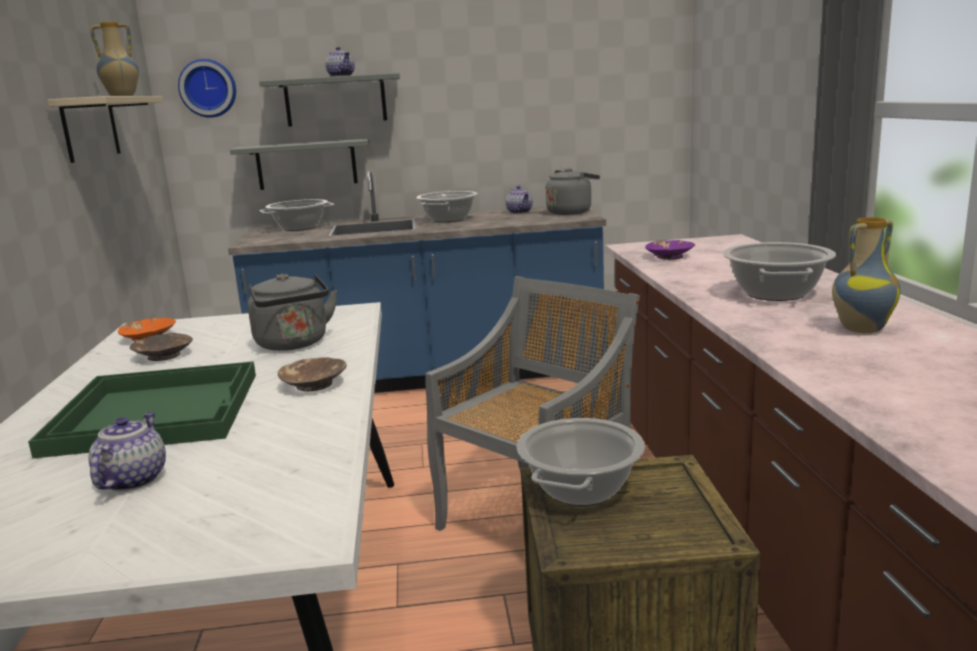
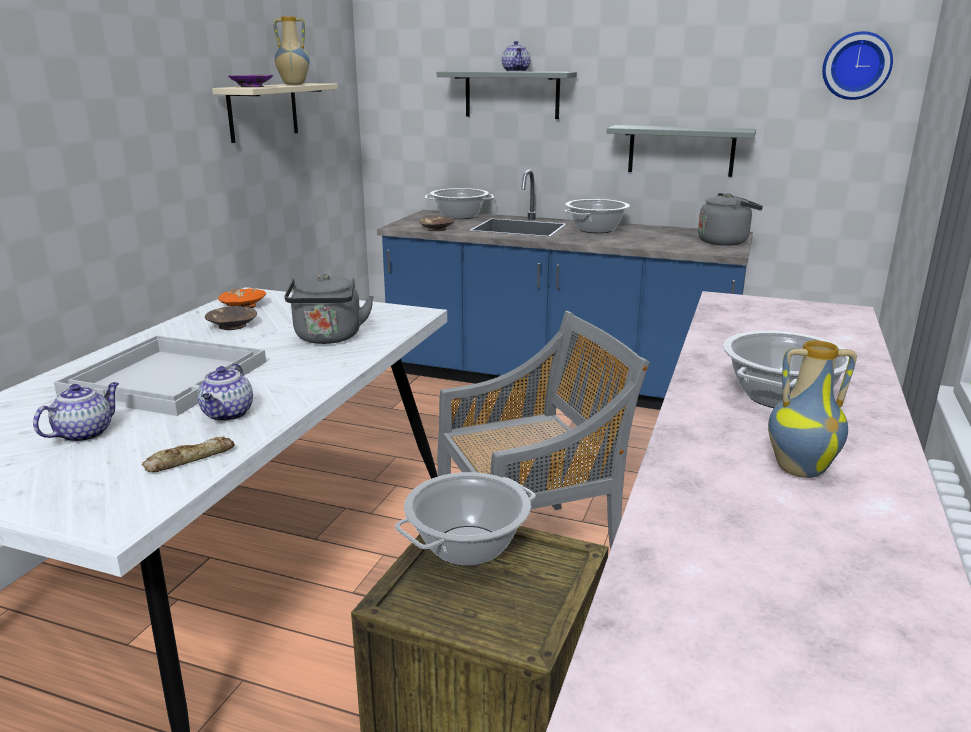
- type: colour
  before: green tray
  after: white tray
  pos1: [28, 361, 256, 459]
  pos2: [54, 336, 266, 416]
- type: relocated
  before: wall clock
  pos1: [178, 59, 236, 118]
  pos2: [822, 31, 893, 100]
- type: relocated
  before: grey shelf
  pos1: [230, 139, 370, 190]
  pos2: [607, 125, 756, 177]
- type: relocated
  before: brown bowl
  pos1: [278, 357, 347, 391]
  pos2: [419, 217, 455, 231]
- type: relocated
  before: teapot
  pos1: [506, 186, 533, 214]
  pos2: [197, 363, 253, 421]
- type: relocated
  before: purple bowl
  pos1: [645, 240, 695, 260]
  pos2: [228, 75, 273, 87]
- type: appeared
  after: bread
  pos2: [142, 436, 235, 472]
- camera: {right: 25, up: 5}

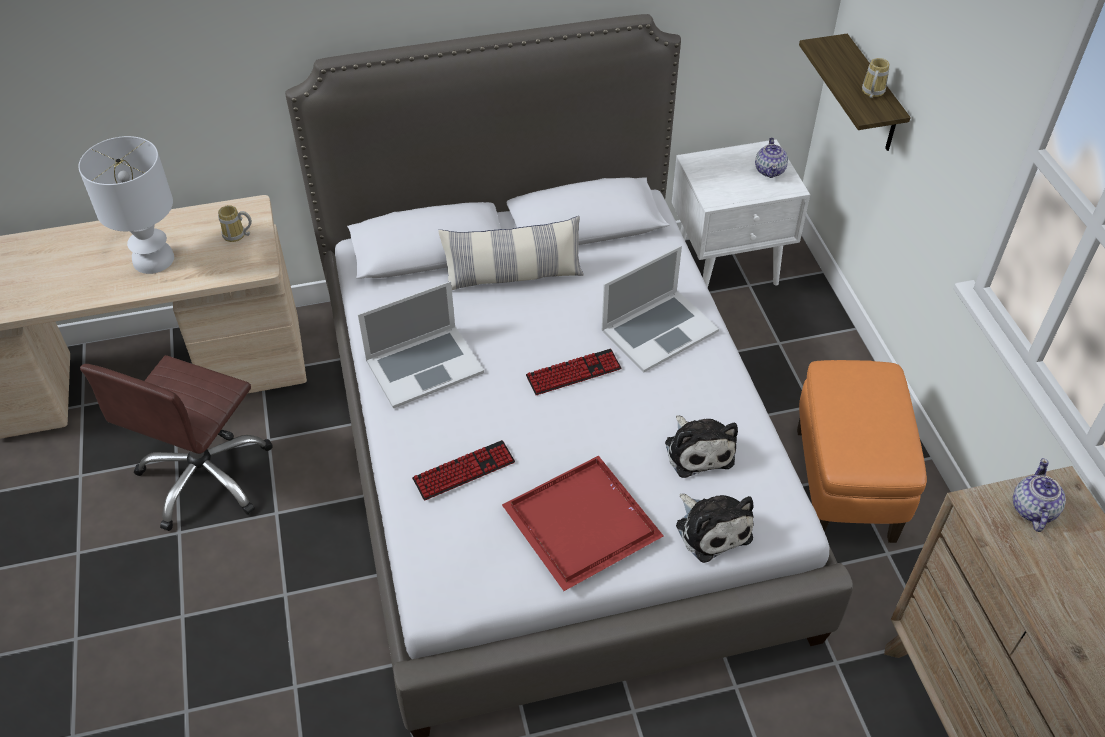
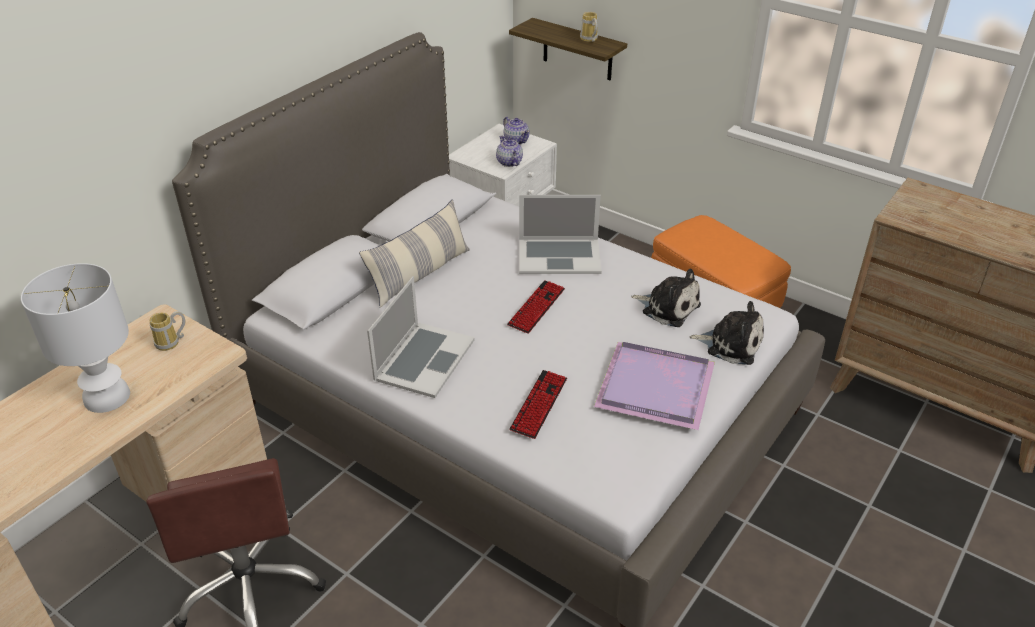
- type: colour
  before: red tray
  after: purple tray
  pos1: [502, 455, 664, 591]
  pos2: [594, 342, 715, 430]
- type: spun
  before: laptop
  pos1: [602, 245, 719, 373]
  pos2: [519, 195, 602, 274]
  turn: 75
- type: relocated
  before: teapot
  pos1: [1013, 458, 1066, 532]
  pos2: [496, 135, 523, 167]
- camera: {right: -40, up: -10}

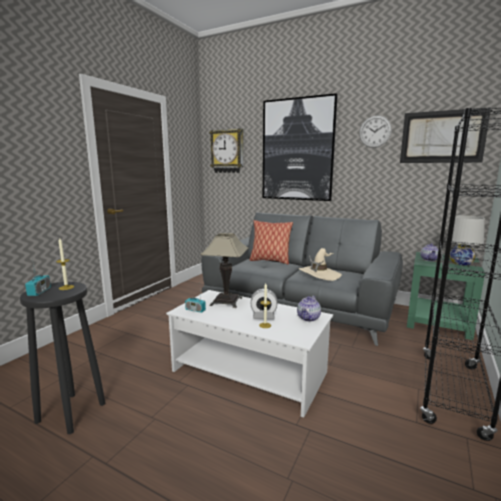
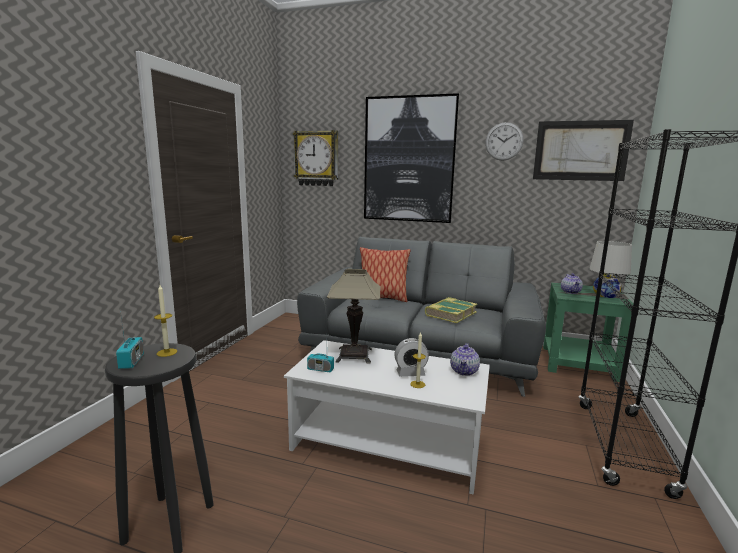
- type: exchanged
  before: beige hat
  after: book
  pos1: [299, 248, 342, 281]
  pos2: [425, 297, 477, 323]
- camera: {right: -10, up: 0}

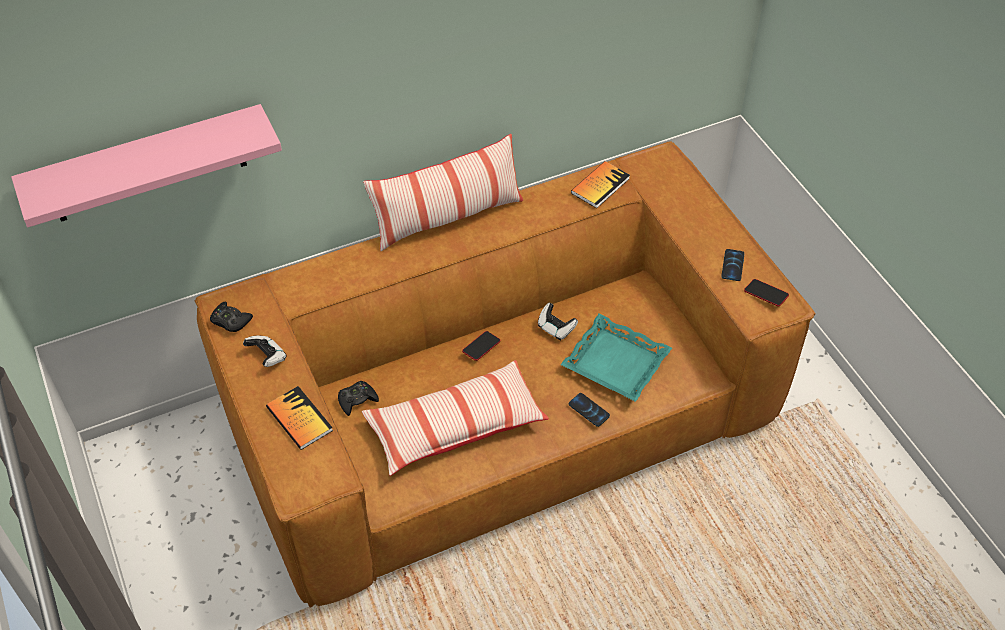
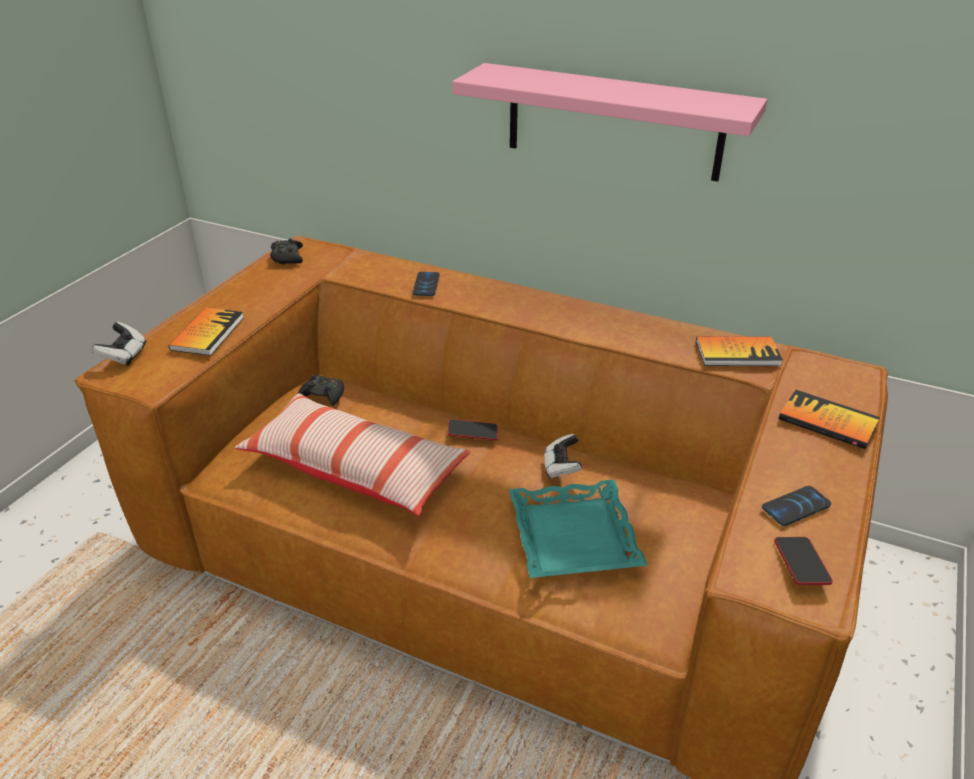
- type: relocated
  before: pink shelf
  pos1: [11, 104, 282, 227]
  pos2: [452, 63, 767, 182]
- type: relocated
  before: game controller
  pos1: [243, 335, 287, 367]
  pos2: [91, 322, 146, 366]
- type: missing
  before: pillow
  pos1: [363, 134, 523, 251]
- type: relocated
  before: phone
  pos1: [569, 393, 610, 427]
  pos2: [413, 272, 440, 296]
- type: appeared
  after: book
  pos2: [779, 390, 880, 449]
- camera: {right: 50, up: -15}

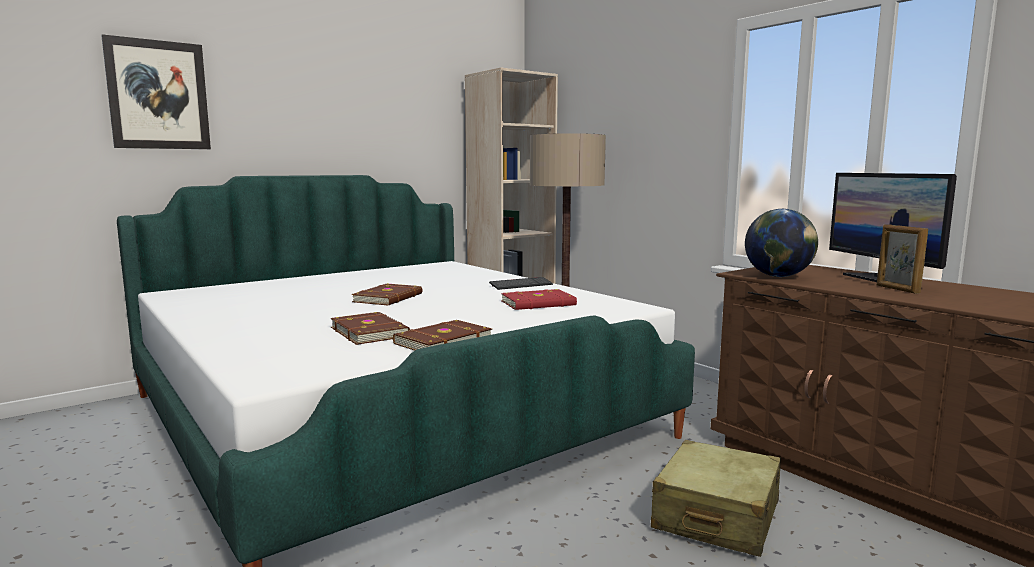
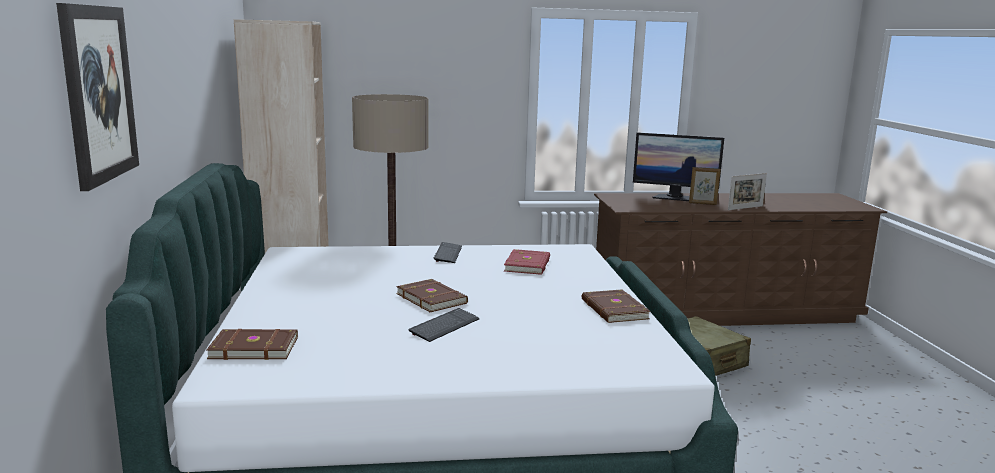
- type: relocated
  before: brown book
  pos1: [330, 312, 410, 345]
  pos2: [206, 329, 298, 360]
- type: missing
  before: globe
  pos1: [745, 209, 818, 277]
- type: appeared
  after: keyboard
  pos2: [409, 308, 480, 342]
- type: appeared
  after: picture frame
  pos2: [728, 173, 767, 210]
- camera: {right: -60, up: 5}

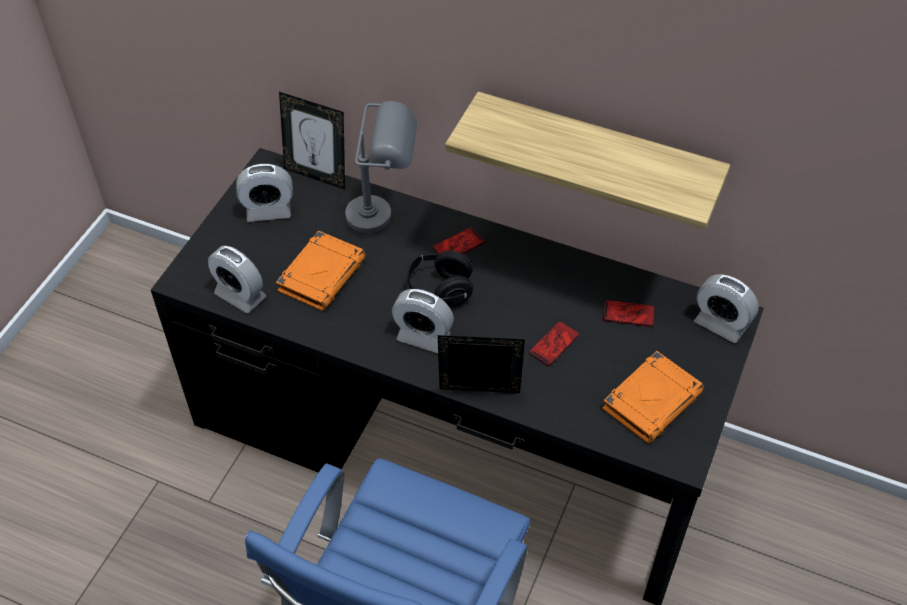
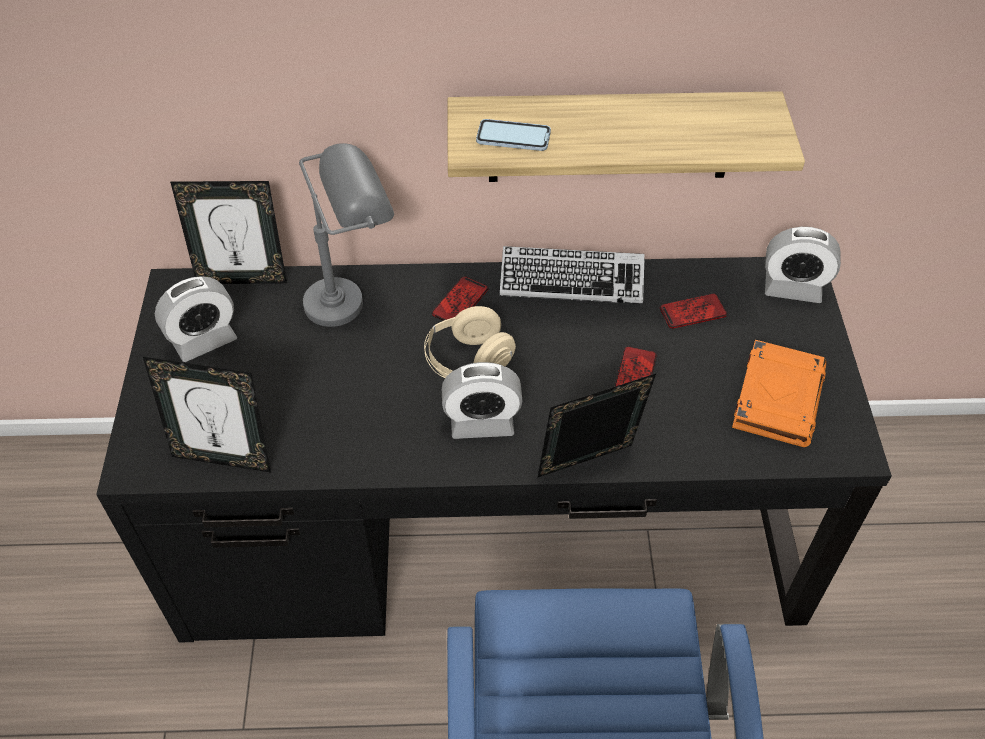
- type: exchanged
  before: alarm clock
  after: picture frame
  pos1: [208, 246, 266, 313]
  pos2: [143, 357, 271, 473]
- type: missing
  before: orange book
  pos1: [276, 231, 366, 311]
- type: colour
  before: black headphones
  after: beige headphones
  pos1: [405, 251, 473, 307]
  pos2: [424, 306, 516, 378]
- type: appeared
  after: phone
  pos2: [476, 119, 551, 151]
- type: appeared
  after: keyboard
  pos2: [500, 246, 645, 304]
- camera: {right: -25, up: 0}

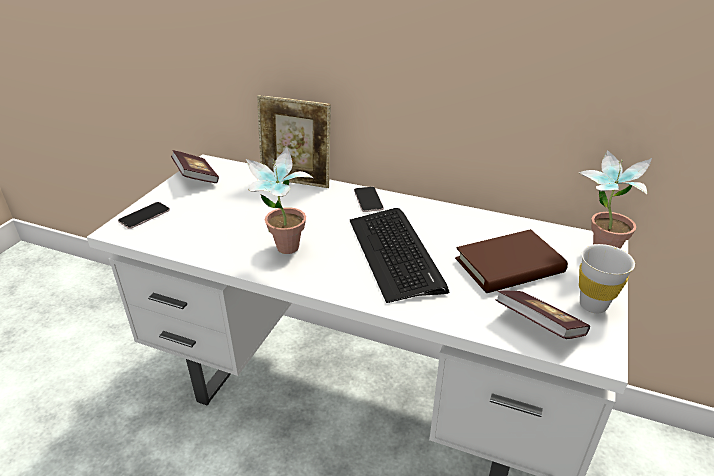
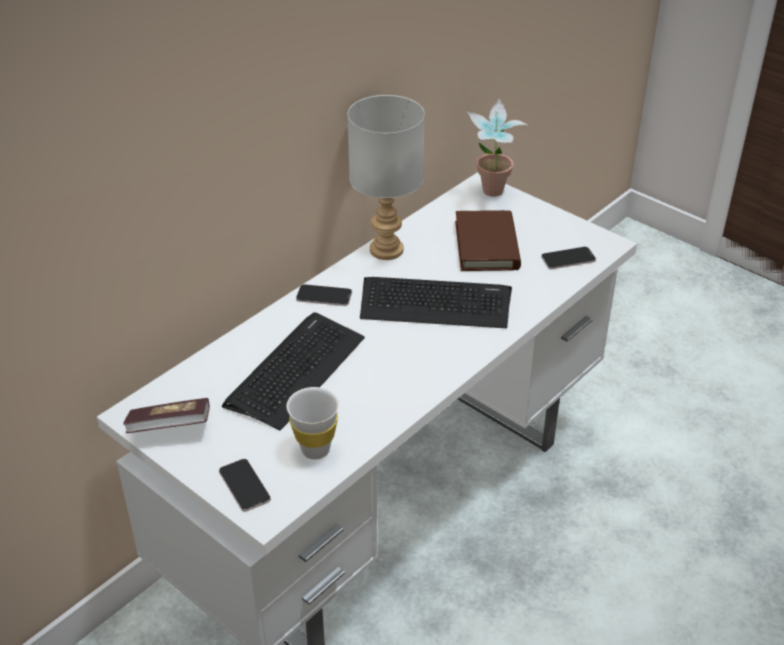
- type: missing
  before: potted plant
  pos1: [246, 147, 313, 254]
- type: missing
  before: picture frame
  pos1: [257, 95, 331, 188]
- type: exchanged
  before: book
  after: phone
  pos1: [495, 290, 590, 339]
  pos2: [541, 247, 596, 269]
- type: relocated
  before: white cup
  pos1: [579, 244, 635, 313]
  pos2: [287, 387, 339, 459]
- type: appeared
  after: keyboard
  pos2: [222, 312, 365, 431]
- type: appeared
  after: grey table lamp
  pos2: [348, 95, 425, 260]
- camera: {right: -70, up: 5}

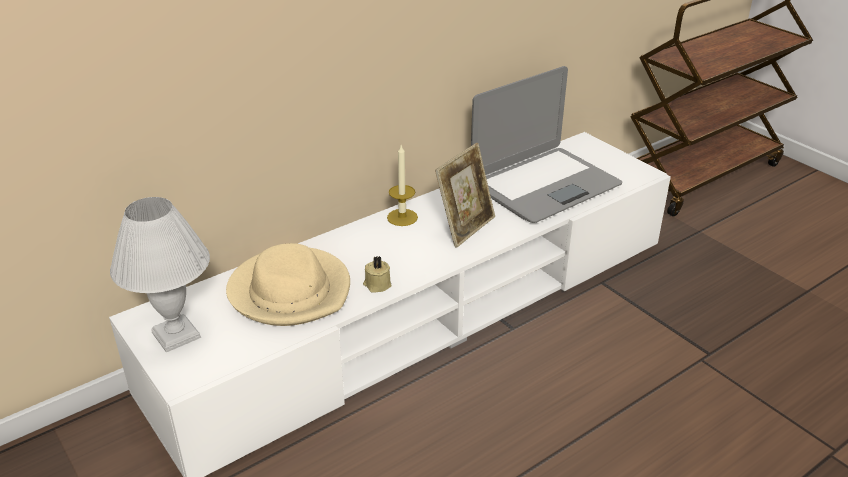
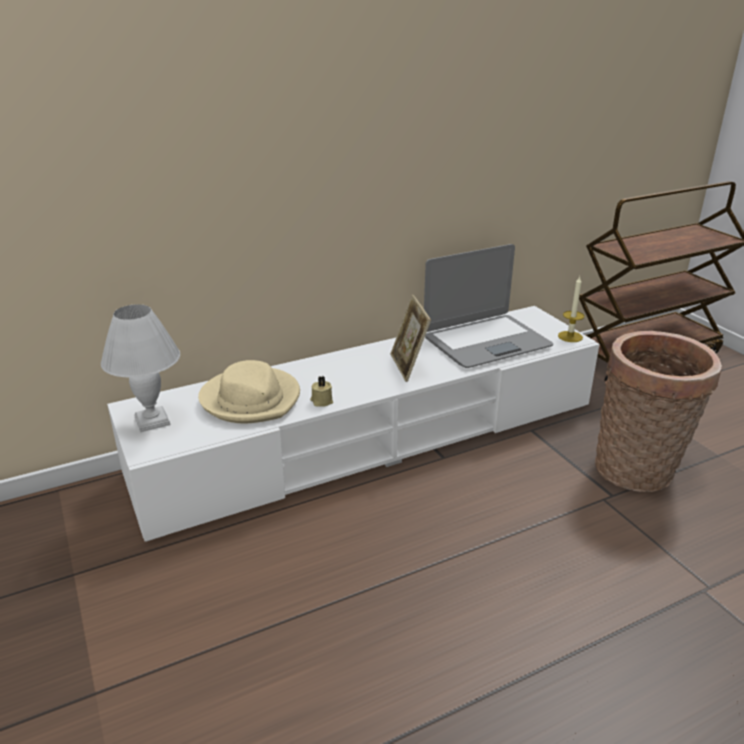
- type: relocated
  before: candle
  pos1: [387, 145, 418, 226]
  pos2: [558, 277, 584, 342]
- type: spun
  before: picture frame
  pos1: [435, 143, 495, 248]
  pos2: [390, 295, 431, 382]
  turn: 120
- type: appeared
  after: basket
  pos2: [595, 331, 722, 492]
- camera: {right: 10, up: -5}

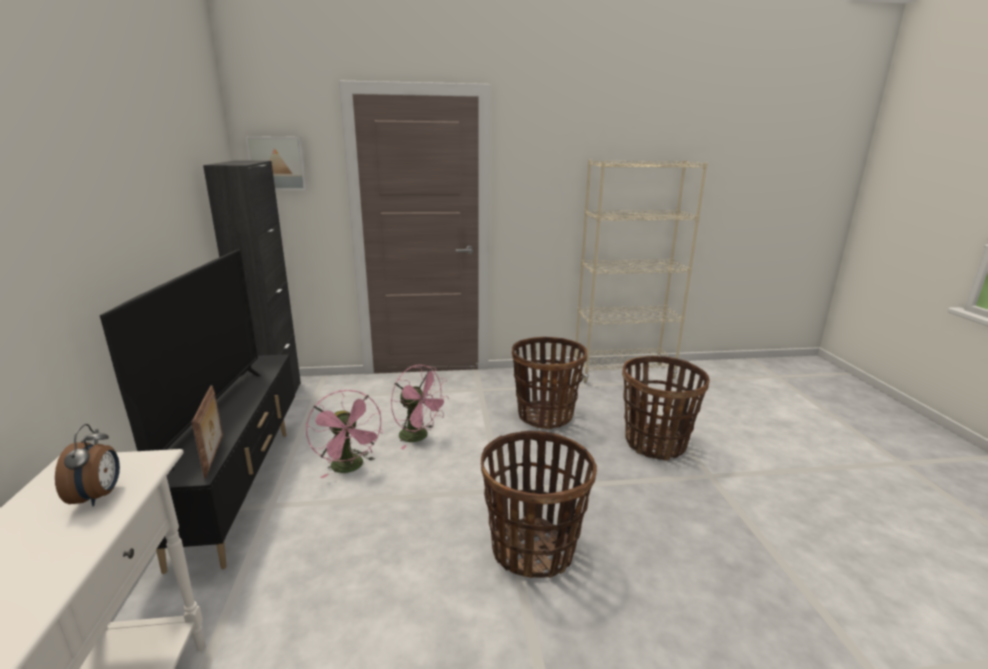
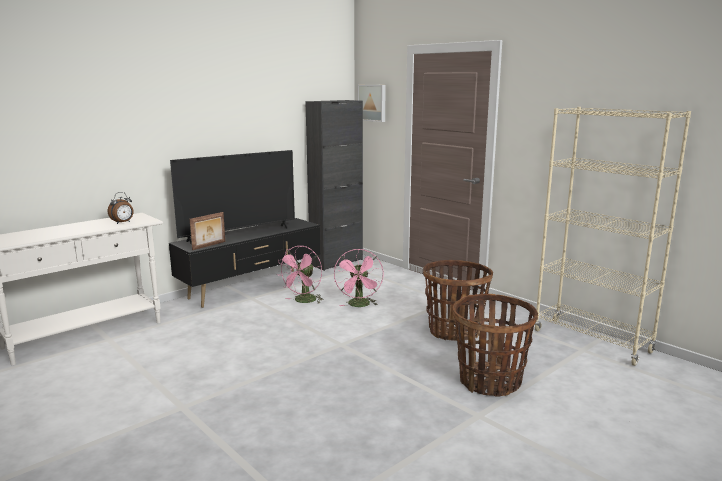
- type: missing
  before: basket
  pos1: [481, 431, 597, 578]
- camera: {right: 55, up: -5}

